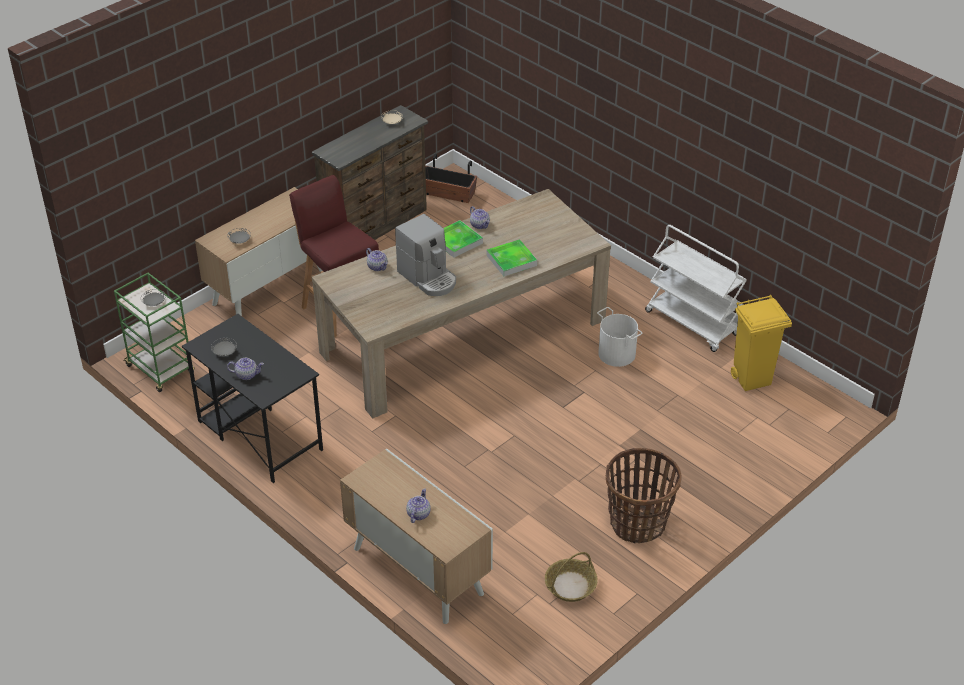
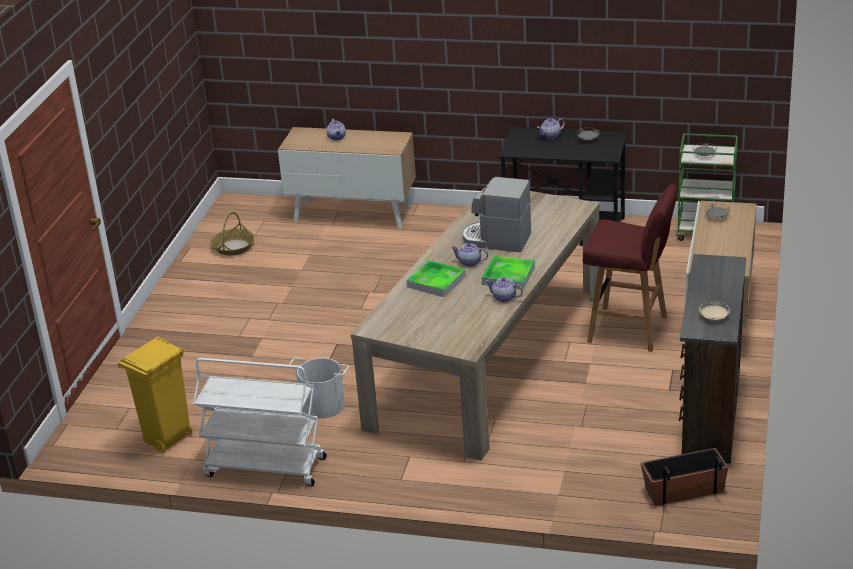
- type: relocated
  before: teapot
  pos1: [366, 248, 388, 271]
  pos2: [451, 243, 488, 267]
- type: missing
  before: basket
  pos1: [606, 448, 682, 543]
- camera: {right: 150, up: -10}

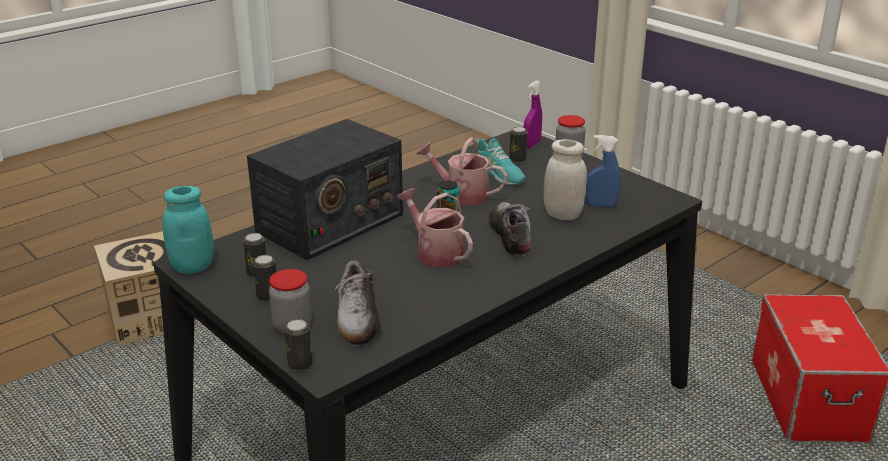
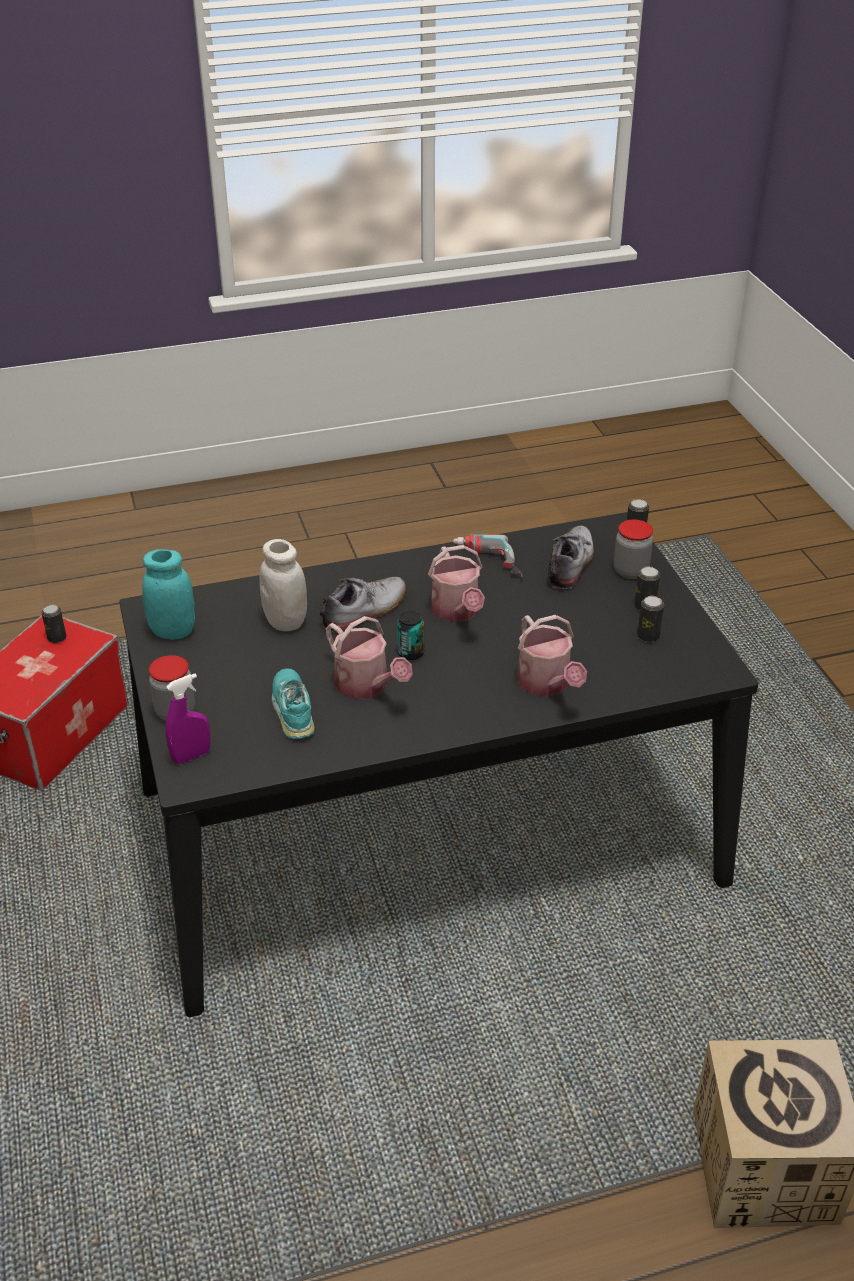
- type: relocated
  before: turquoise jar
  pos1: [162, 186, 214, 274]
  pos2: [142, 549, 195, 640]
- type: exchanged
  before: radio
  after: watering can
  pos1: [247, 119, 403, 260]
  pos2: [517, 615, 587, 696]
- type: spun
  before: shoe
  pos1: [489, 202, 531, 257]
  pos2: [319, 577, 407, 632]
  turn: -150
- type: relocated
  before: can
  pos1: [509, 127, 527, 163]
  pos2: [42, 605, 66, 643]
- type: missing
  before: blue spray bottle
  pos1: [585, 135, 620, 207]
- type: appeared
  after: power drill
  pos2: [452, 534, 523, 578]
- camera: {right: -155, up: 10}

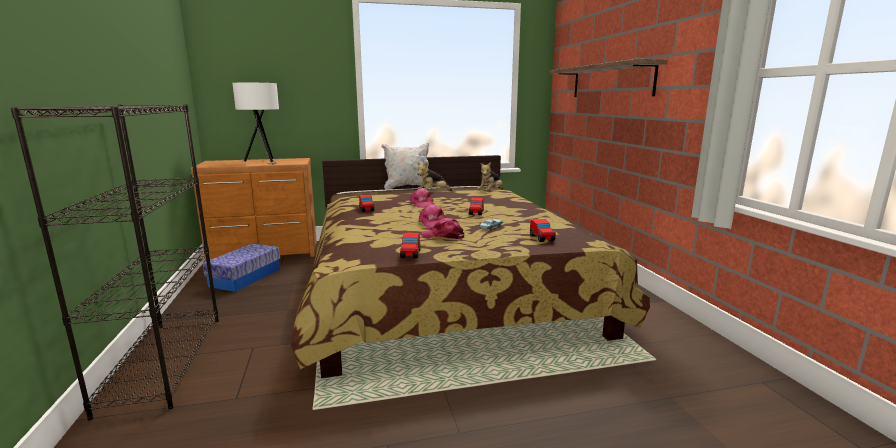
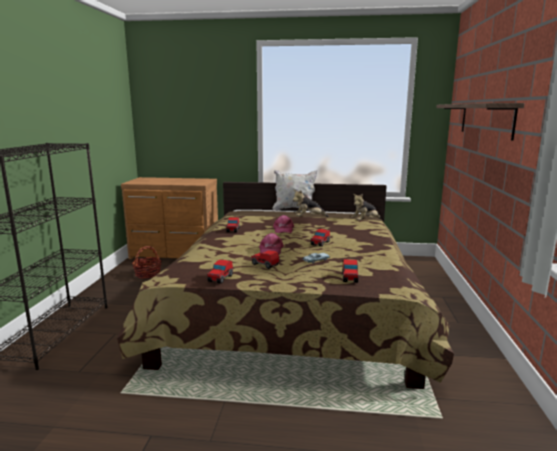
- type: exchanged
  before: storage box
  after: basket
  pos1: [203, 243, 280, 292]
  pos2: [132, 246, 162, 279]
- type: missing
  before: white table lamp
  pos1: [232, 83, 279, 164]
- type: exchanged
  before: pink cap
  after: toy car
  pos1: [421, 218, 464, 239]
  pos2: [251, 250, 279, 269]
- camera: {right: 20, up: 0}

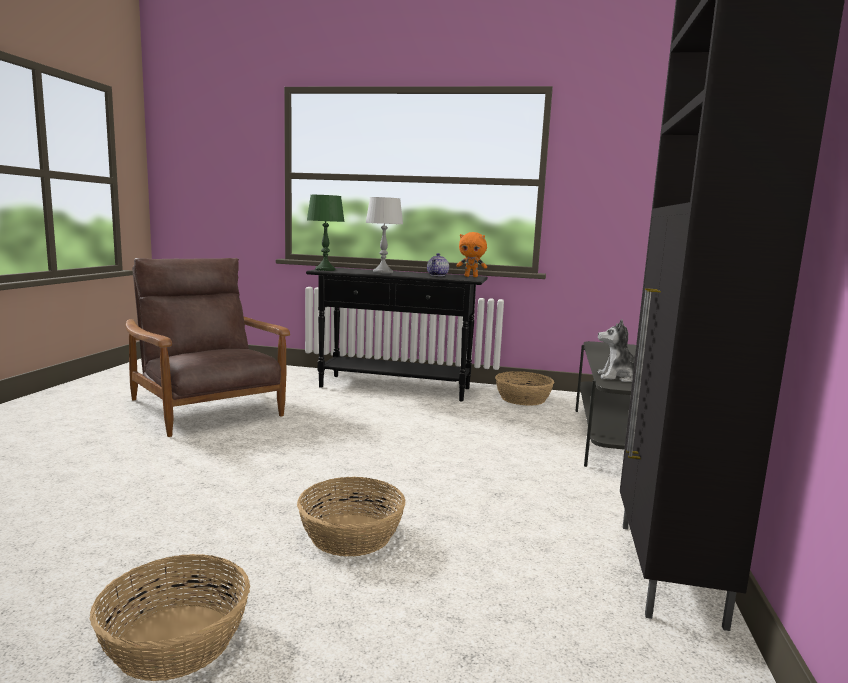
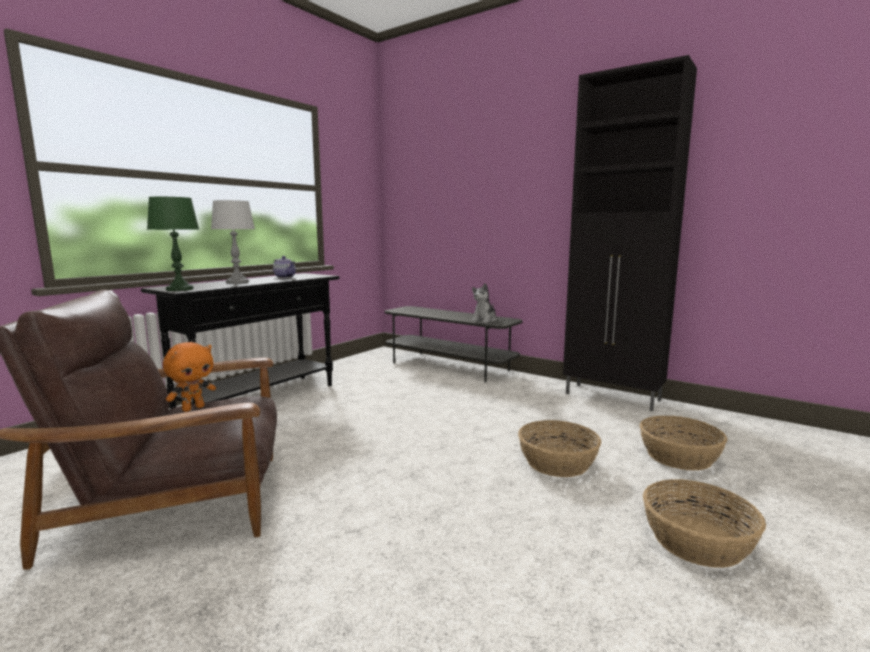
- type: relocated
  before: orange plush toy
  pos1: [456, 232, 487, 277]
  pos2: [163, 342, 216, 412]
- type: relocated
  before: basket
  pos1: [495, 371, 554, 406]
  pos2: [640, 416, 728, 471]
- camera: {right: -65, up: 0}

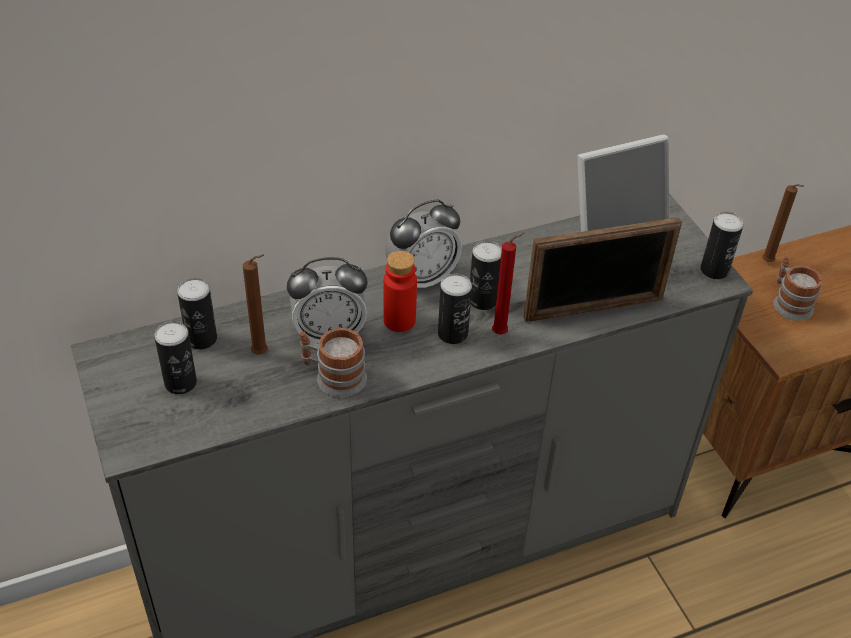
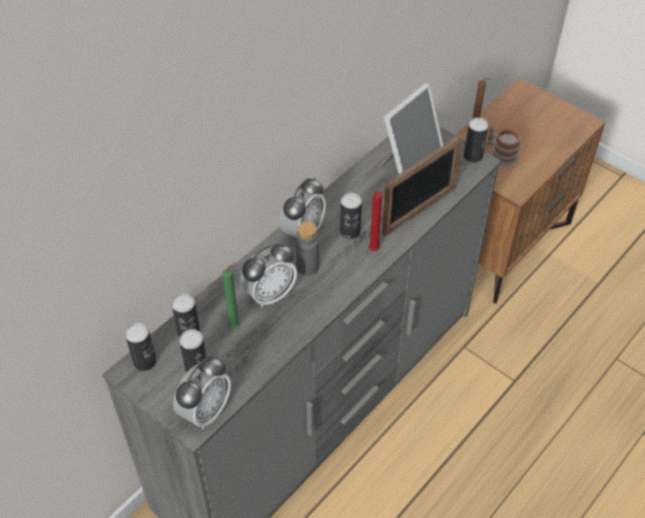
- type: colour
  before: brown candle
  after: green candle
  pos1: [243, 254, 268, 355]
  pos2: [222, 262, 240, 328]
- type: missing
  before: mug
  pos1: [300, 328, 367, 397]
- type: colour
  before: red bottle
  after: grey bottle
  pos1: [383, 251, 417, 332]
  pos2: [296, 221, 319, 276]
- type: relocated
  before: can
  pos1: [438, 273, 472, 344]
  pos2: [125, 323, 156, 371]
- type: appeared
  after: alarm clock
  pos2: [173, 356, 231, 429]
- camera: {right: -25, up: 5}

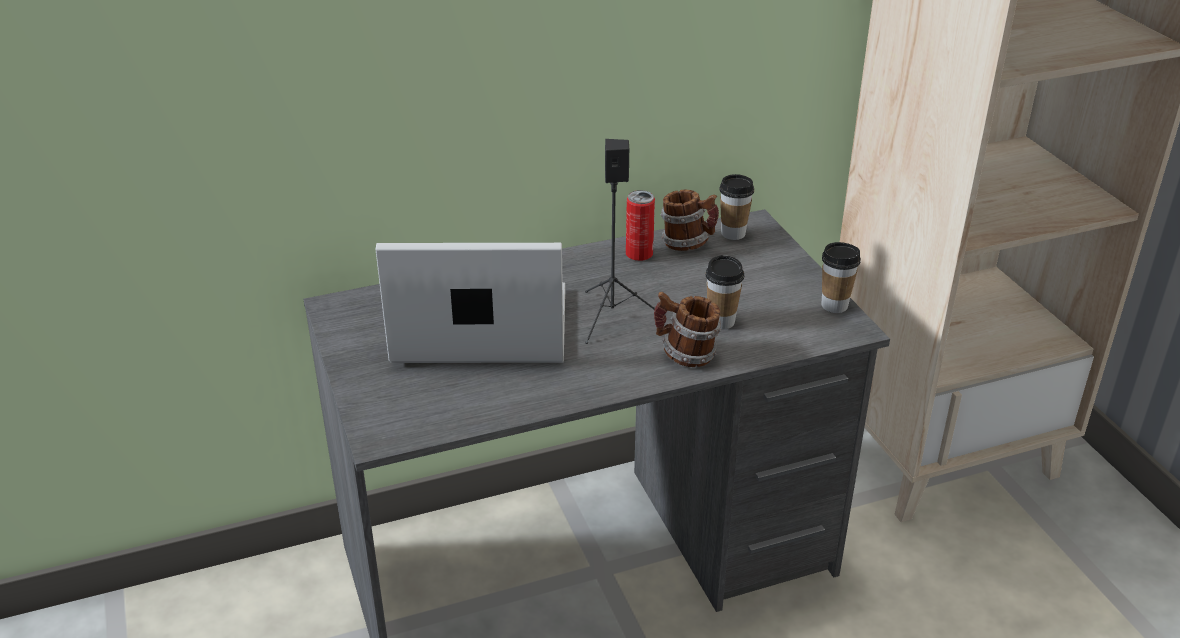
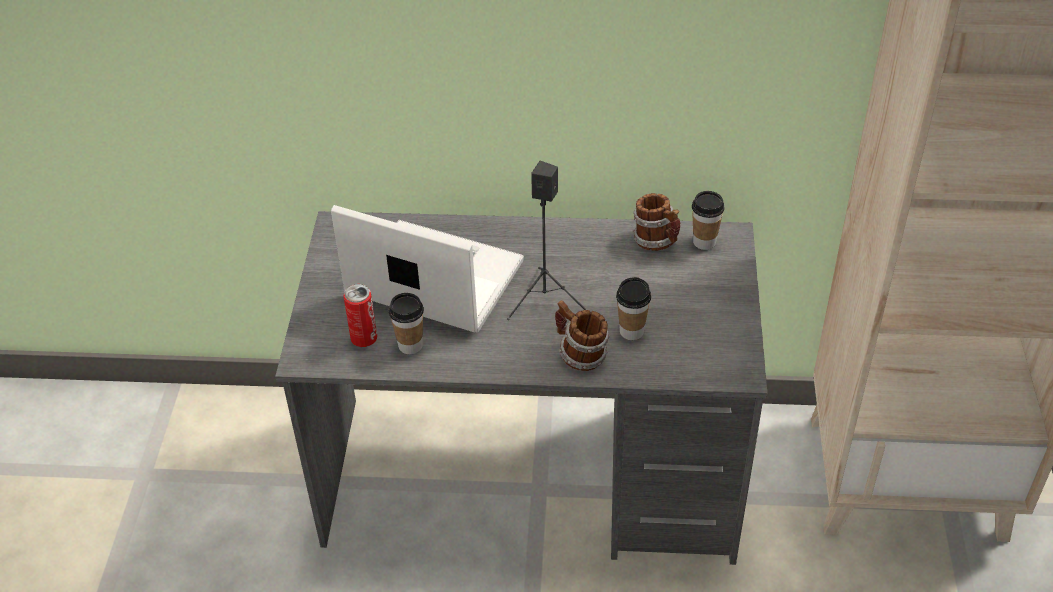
- type: relocated
  before: can
  pos1: [626, 190, 655, 261]
  pos2: [343, 284, 377, 347]
- type: relocated
  before: cup
  pos1: [822, 242, 861, 313]
  pos2: [389, 293, 424, 354]
- camera: {right: 25, up: 10}

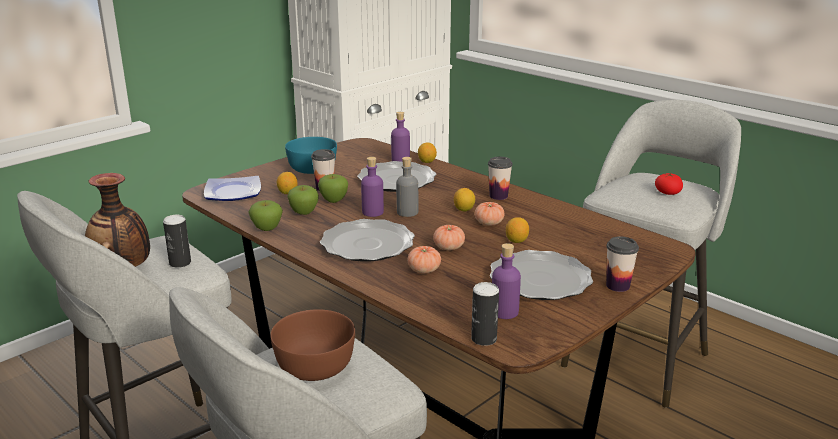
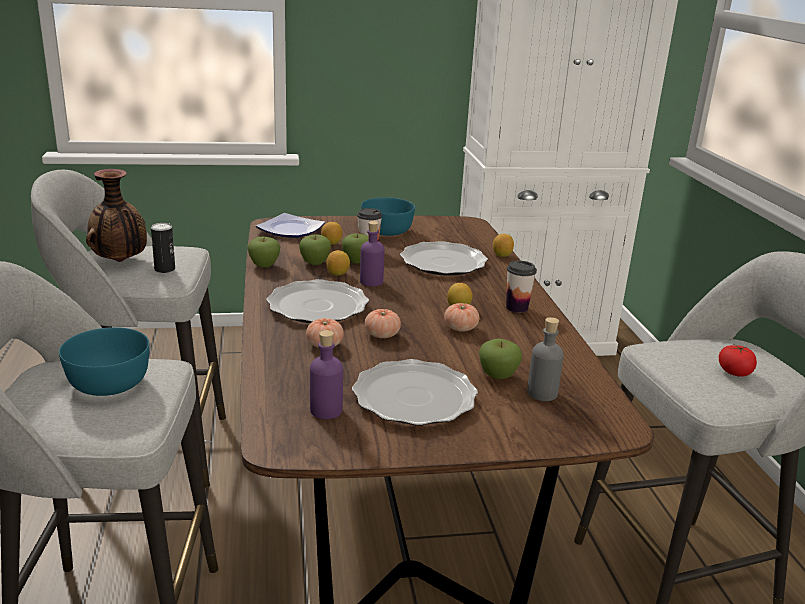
- type: colour
  before: brown bowl
  after: turquoise bowl
  pos1: [270, 309, 355, 381]
  pos2: [59, 327, 150, 396]
- type: missing
  before: purple bottle
  pos1: [391, 112, 410, 162]
- type: relocated
  before: grey bottle
  pos1: [396, 157, 418, 217]
  pos2: [527, 317, 564, 401]
- type: missing
  before: can
  pos1: [471, 282, 499, 346]
- type: relocated
  before: lemon
  pos1: [506, 217, 529, 243]
  pos2: [326, 250, 350, 275]
- type: missing
  before: cup
  pos1: [606, 237, 639, 292]
- type: appeared
  after: apple
  pos2: [479, 338, 523, 379]
- camera: {right: 35, up: 0}

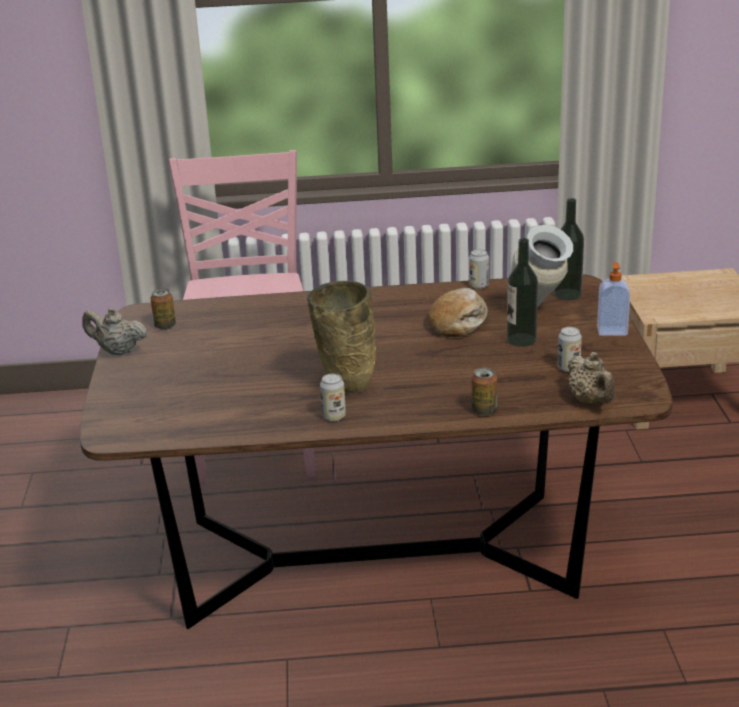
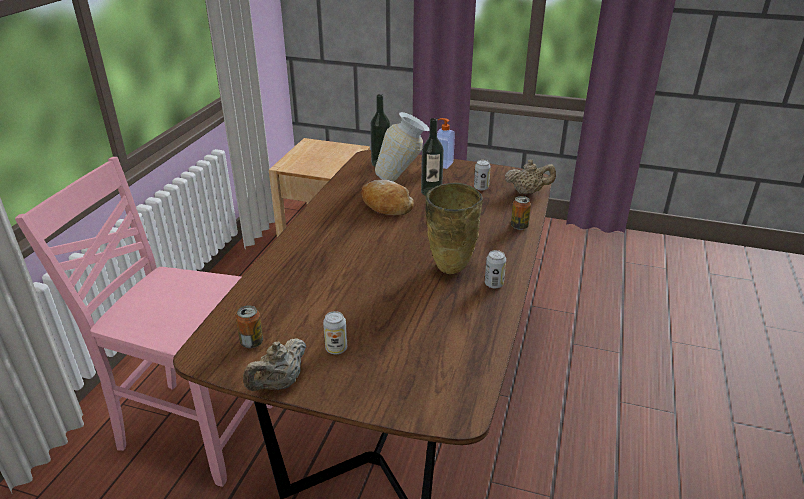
- type: relocated
  before: can
  pos1: [469, 249, 489, 289]
  pos2: [323, 311, 347, 354]
- camera: {right: -70, up: 5}

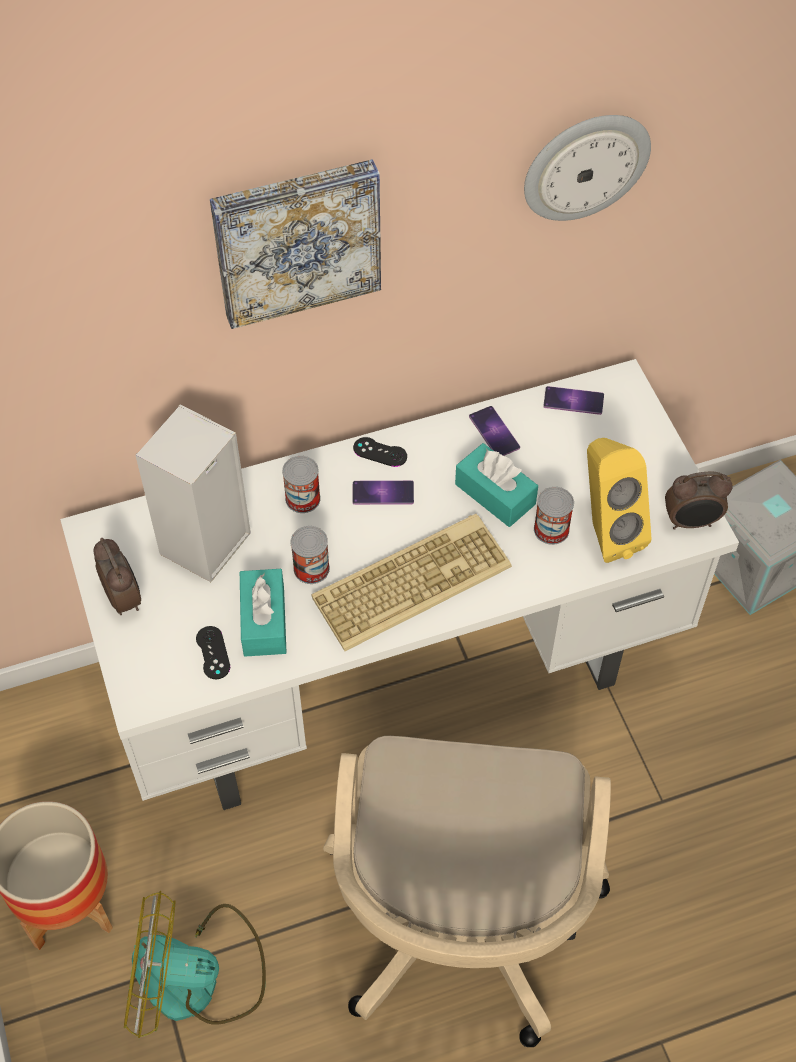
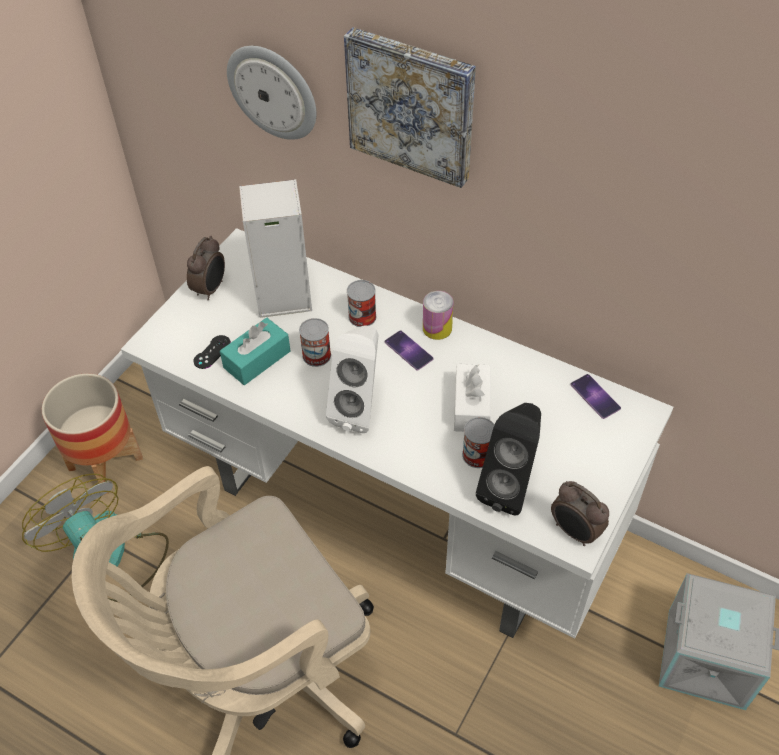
- type: exchanged
  before: keyboard
  after: white speaker
  pos1: [312, 514, 512, 651]
  pos2: [326, 326, 378, 433]
- type: exchanged
  before: black game controller
  after: can
  pos1: [353, 437, 407, 467]
  pos2: [423, 291, 453, 340]
- type: colour
  before: turquoise tissue box
  after: white tissue box
  pos1: [455, 443, 538, 527]
  pos2: [454, 364, 491, 432]
- type: missing
  before: phone
  pos1: [469, 406, 520, 456]
- type: relocated
  before: wall clock
  pos1: [524, 115, 651, 221]
  pos2: [227, 46, 317, 140]
- type: colour
  before: yellow speaker
  after: black speaker
  pos1: [587, 438, 652, 563]
  pos2: [476, 403, 541, 515]
- camera: {right: 50, up: -5}

